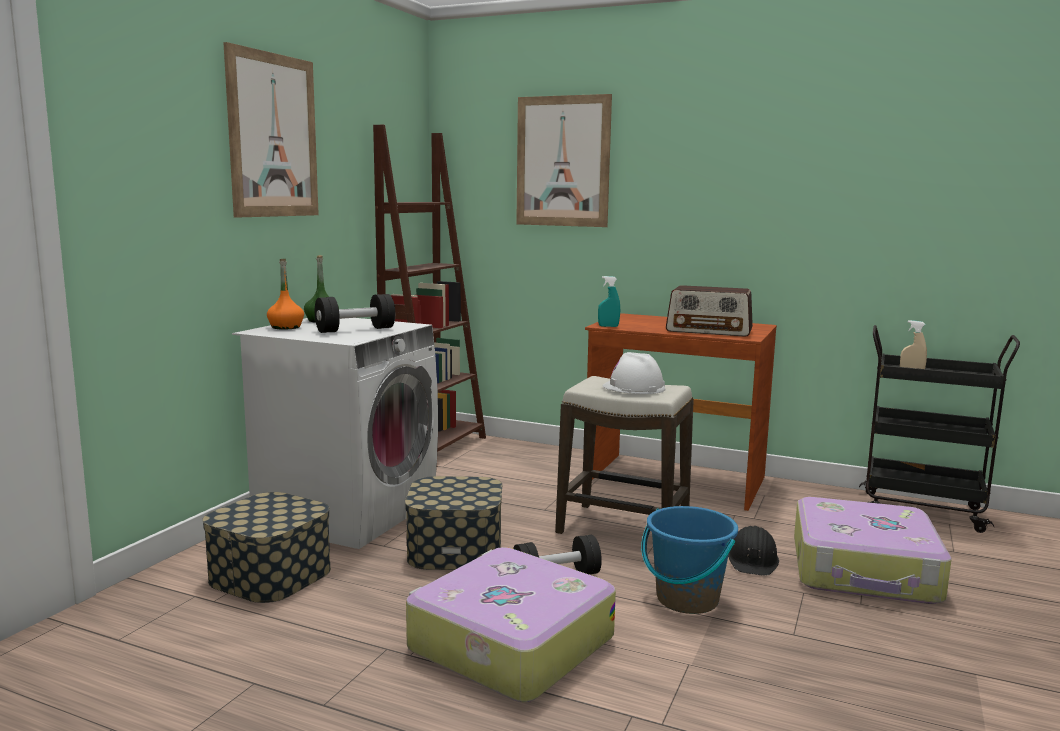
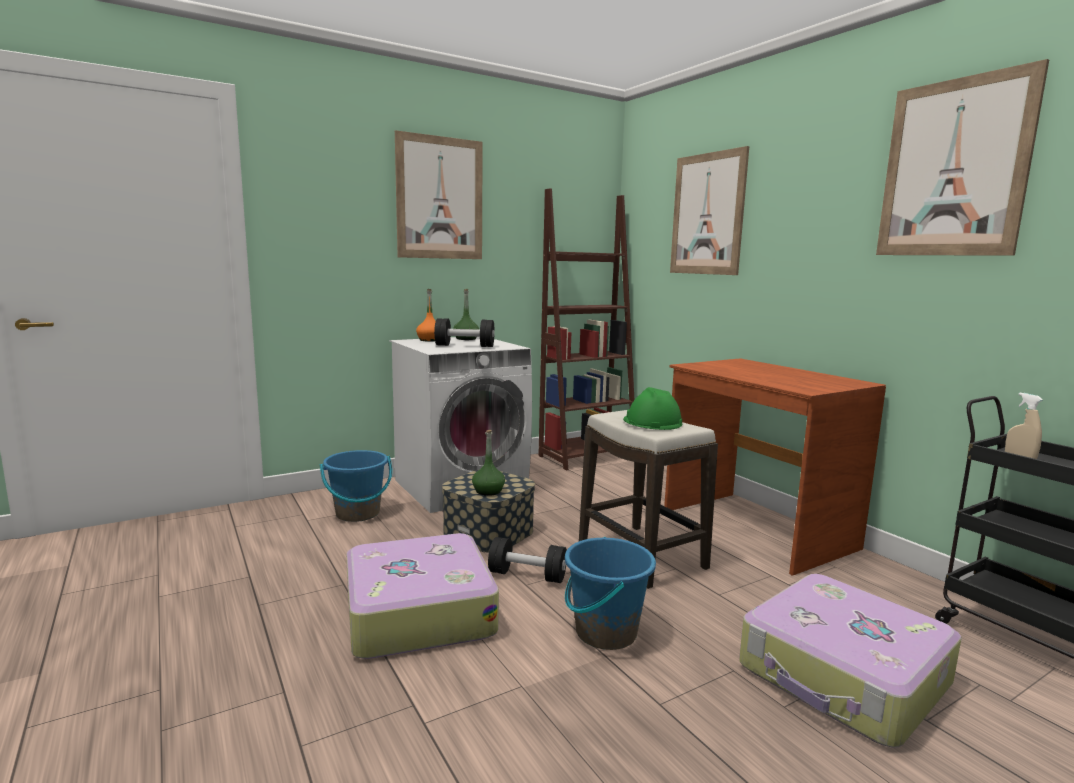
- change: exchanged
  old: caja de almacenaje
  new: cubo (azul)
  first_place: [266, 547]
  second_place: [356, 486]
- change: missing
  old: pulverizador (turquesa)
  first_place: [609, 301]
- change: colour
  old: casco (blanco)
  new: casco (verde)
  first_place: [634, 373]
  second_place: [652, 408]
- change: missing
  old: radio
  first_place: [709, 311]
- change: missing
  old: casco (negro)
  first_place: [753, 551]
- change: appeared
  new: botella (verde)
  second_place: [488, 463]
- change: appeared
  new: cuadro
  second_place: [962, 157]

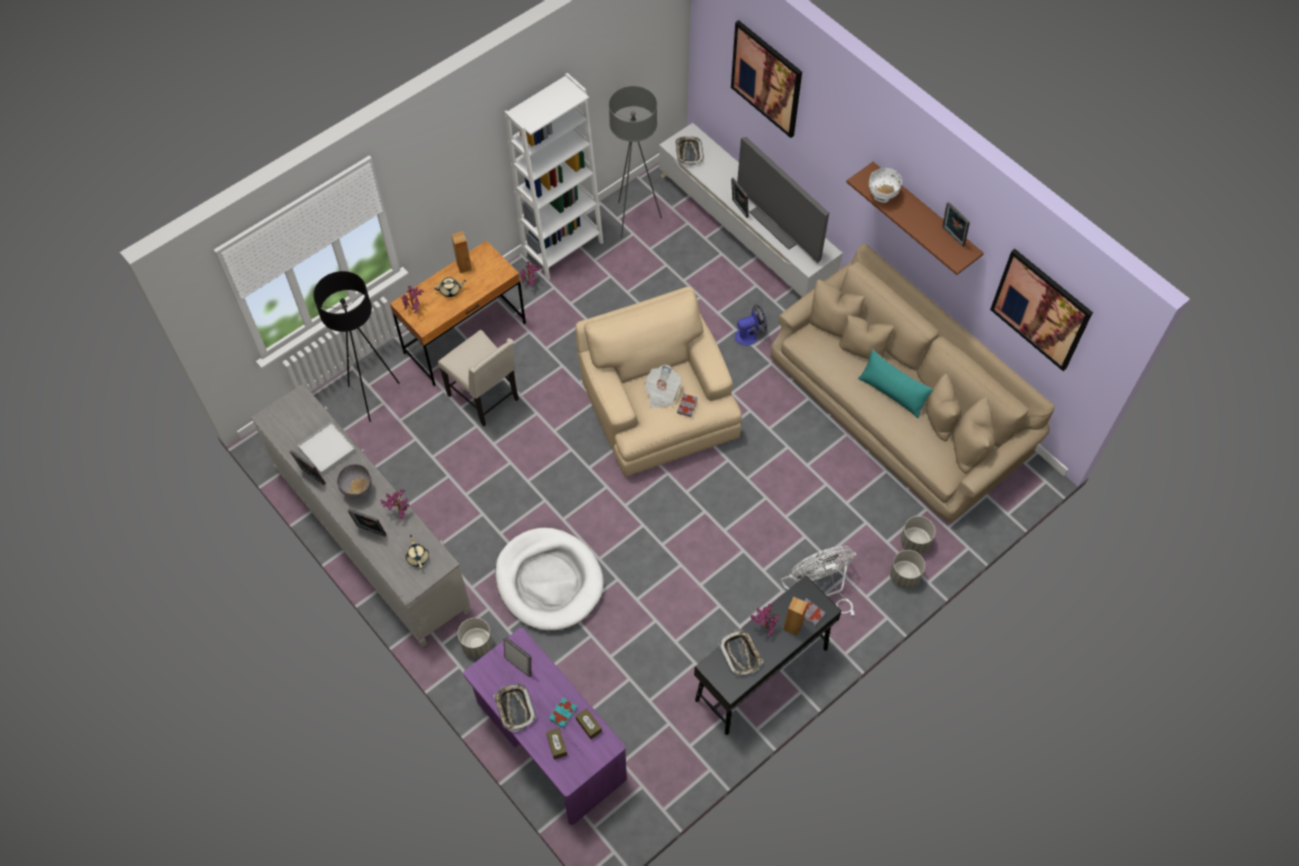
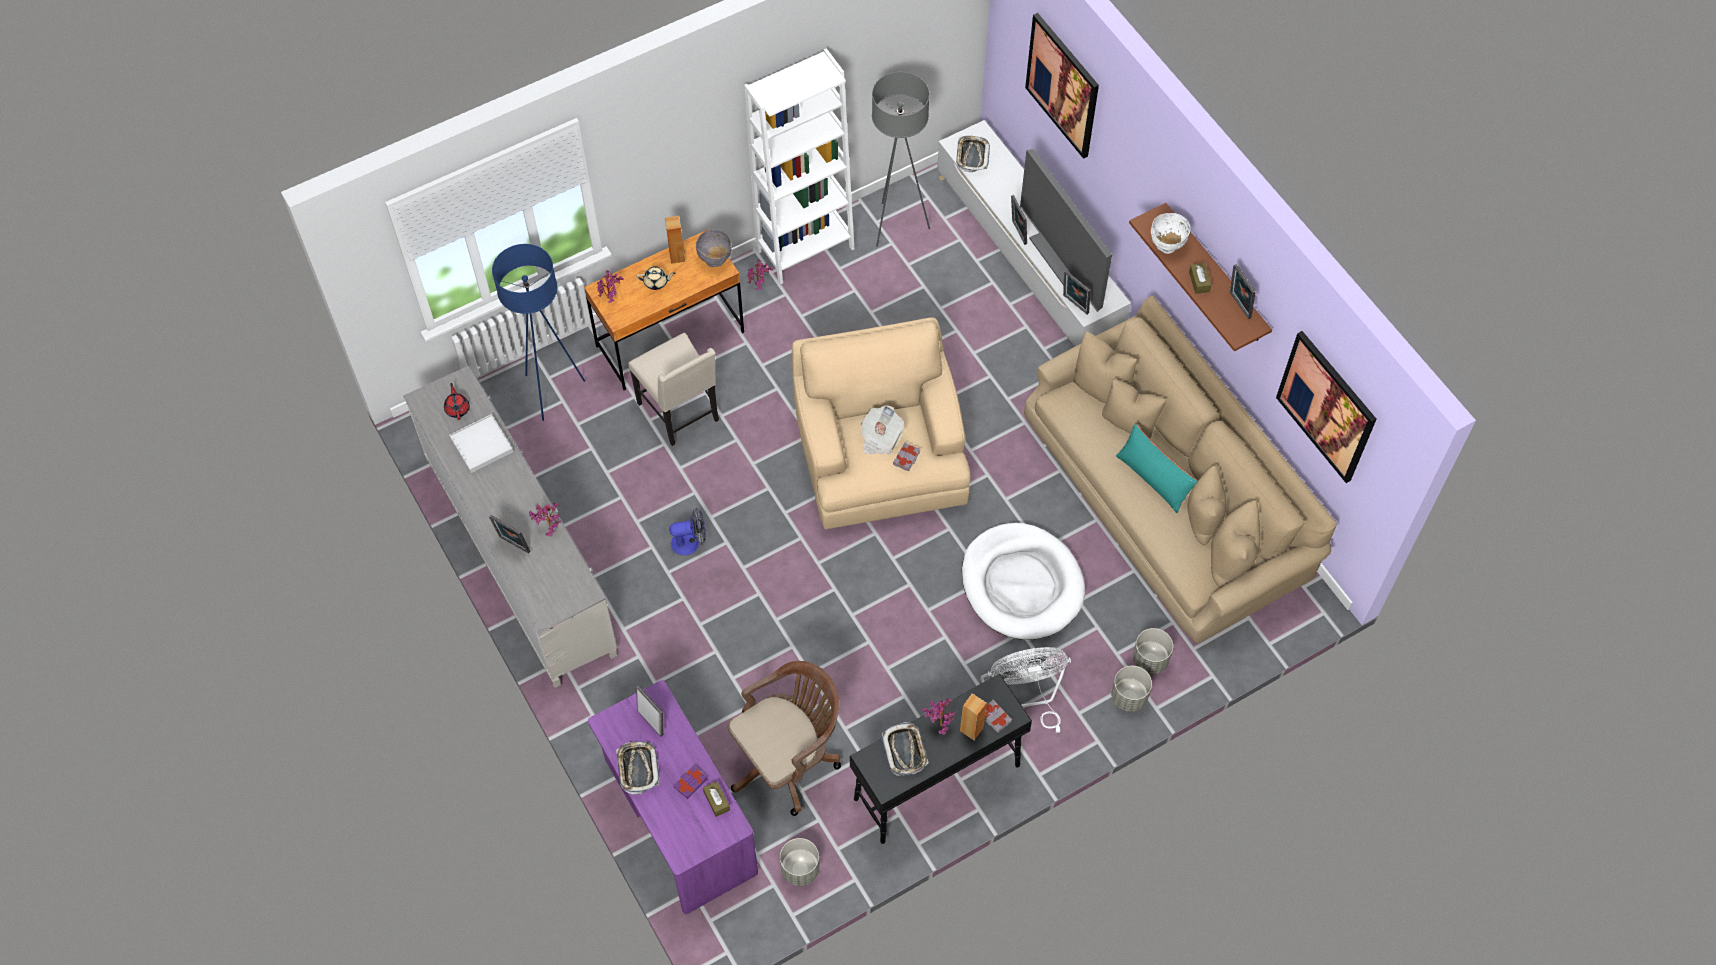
- change: relocated
  old: portarretratos
  first_place: [308, 467]
  second_place: [1076, 292]
- change: colour
  old: lámpara de pie (negro)
  new: lámpara de pie (azul)
  first_place: [356, 346]
  second_place: [538, 332]
- change: relocated
  old: cuenco (gris)
  first_place: [354, 481]
  second_place: [714, 248]
- change: missing
  old: tetera (beis)
  first_place: [417, 552]
- change: relocated
  old: maceta (gris)
  first_place: [475, 637]
  second_place: [800, 862]
- change: relocated
  old: cama para perro (blanco)
  first_place: [549, 579]
  second_place: [1023, 581]
- change: relocated
  old: caja de pañuelos (marrón)
  first_place: [556, 743]
  second_place: [1200, 278]
- change: colour
  old: libro (turquesa)
  new: libro (morado)
  first_place: [563, 713]
  second_place: [690, 782]
- change: relocated
  old: ventilador
  first_place: [751, 325]
  second_place: [687, 531]
- change: appeared
  new: tetera (rojo)
  second_place: [457, 401]
- change: appeared
  new: silla de oficina (marrón)
  second_place: [784, 738]

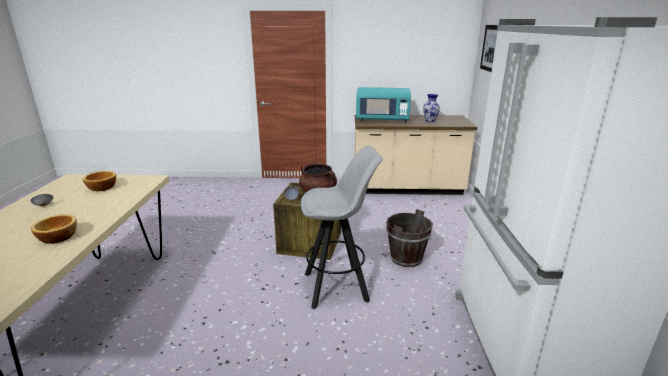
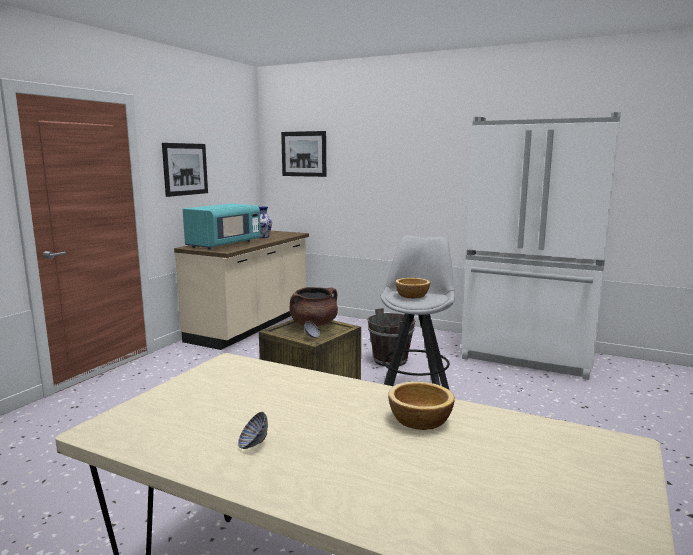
- change: relocated
  old: cuenco
  first_place: [99, 181]
  second_place: [412, 288]
- change: appeared
  new: cuadro
  second_place: [185, 170]

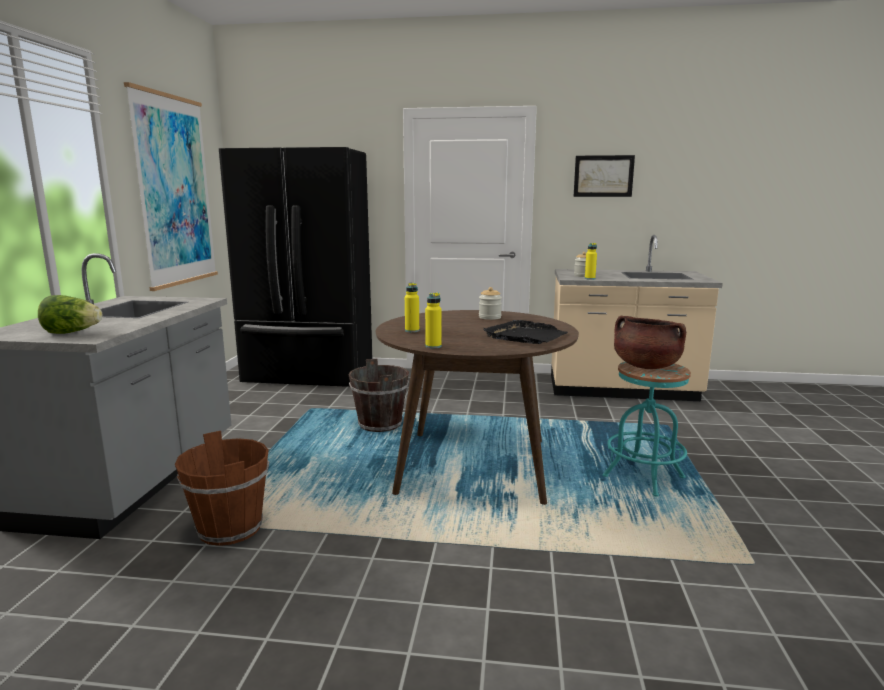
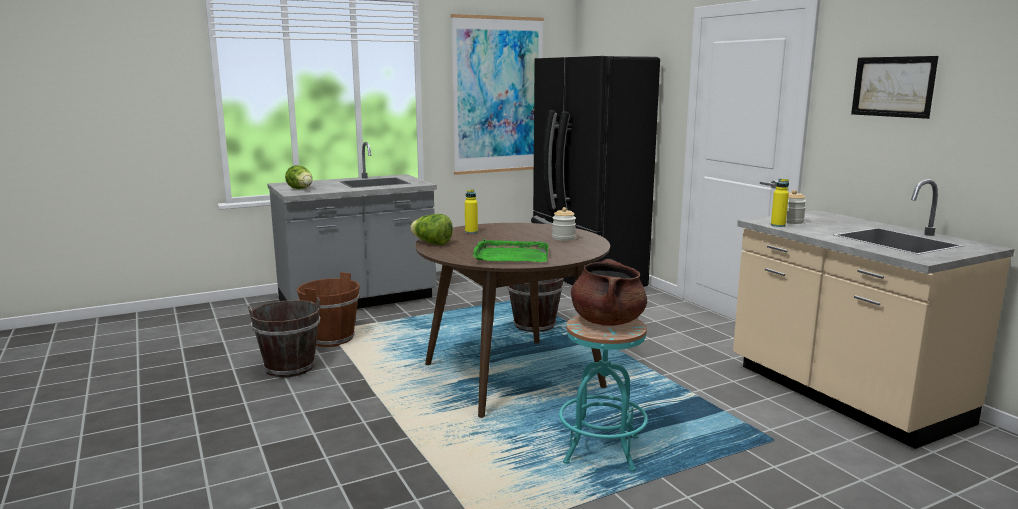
- change: exchanged
  old: botella (amarillo)
  new: lechuga
  first_place: [433, 320]
  second_place: [431, 229]
- change: colour
  old: bandeja (negro)
  new: bandeja (verde)
  first_place: [525, 332]
  second_place: [510, 250]
- change: appeared
  new: cubo (marrón)
  second_place: [284, 337]

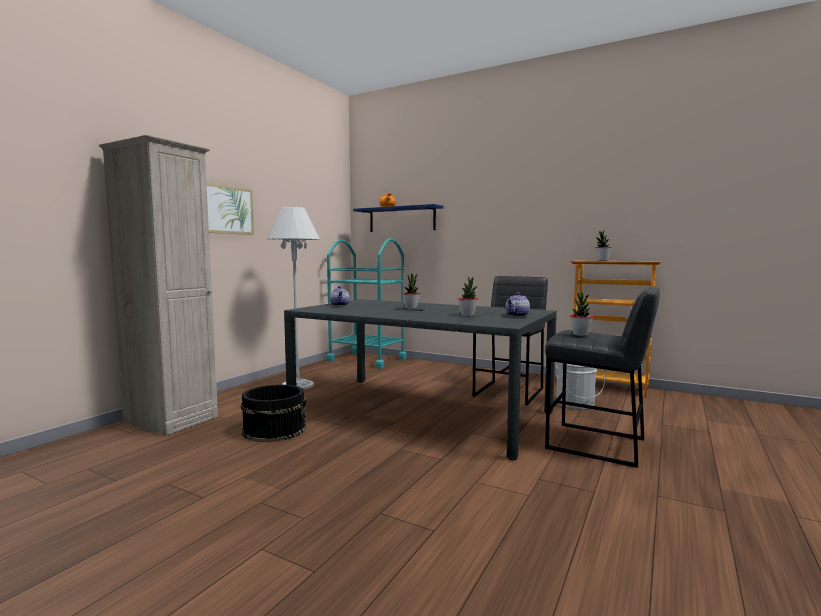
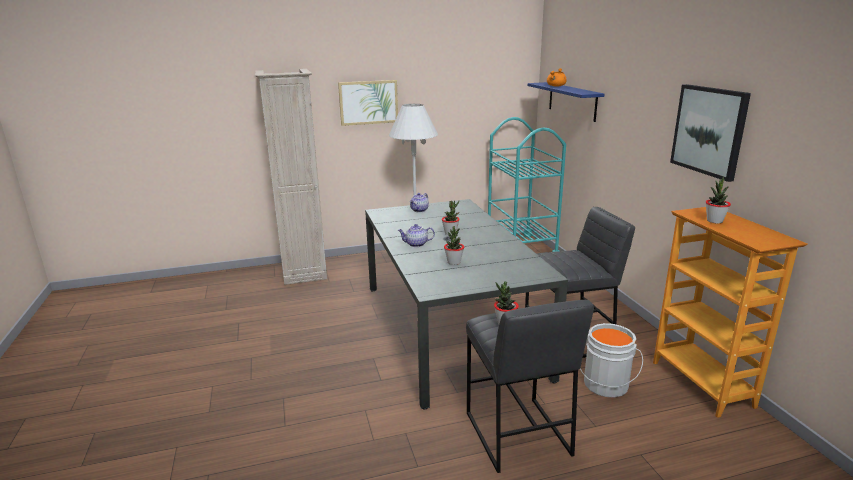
- change: missing
  old: cubo (negro)
  first_place: [273, 413]
- change: relocated
  old: tetera
  first_place: [518, 304]
  second_place: [416, 235]
- change: appeared
  new: cuadro
  second_place: [710, 133]

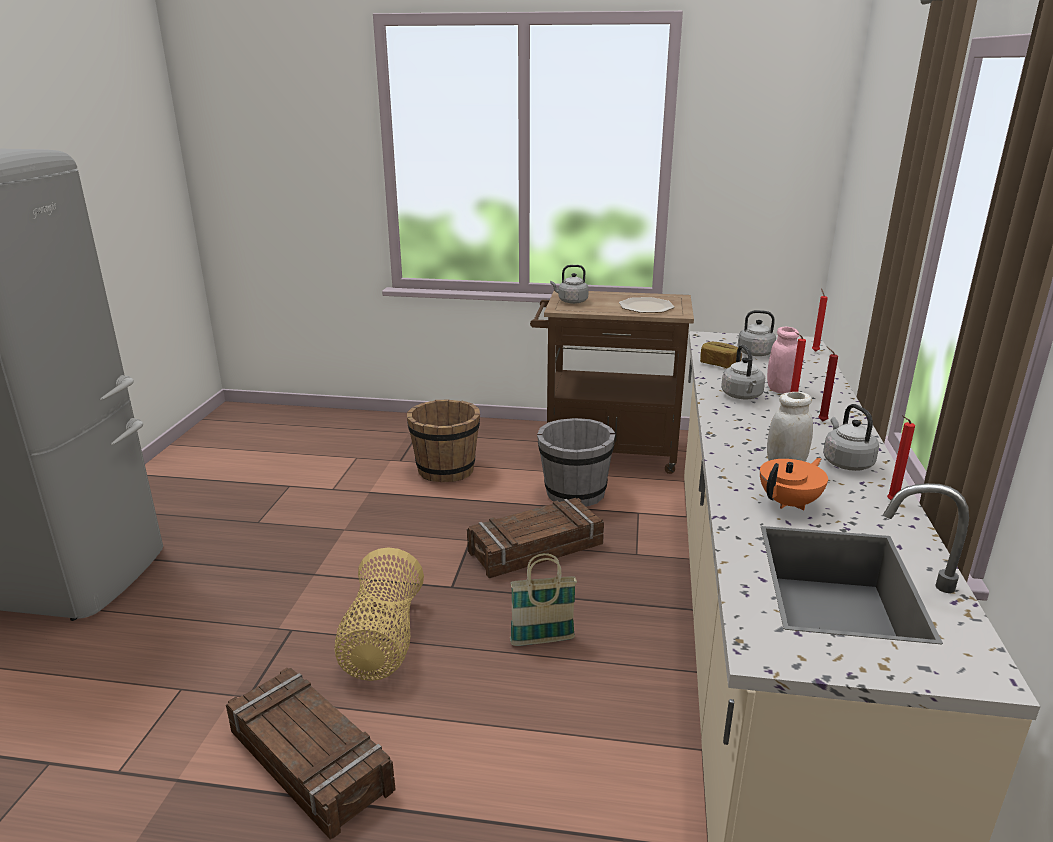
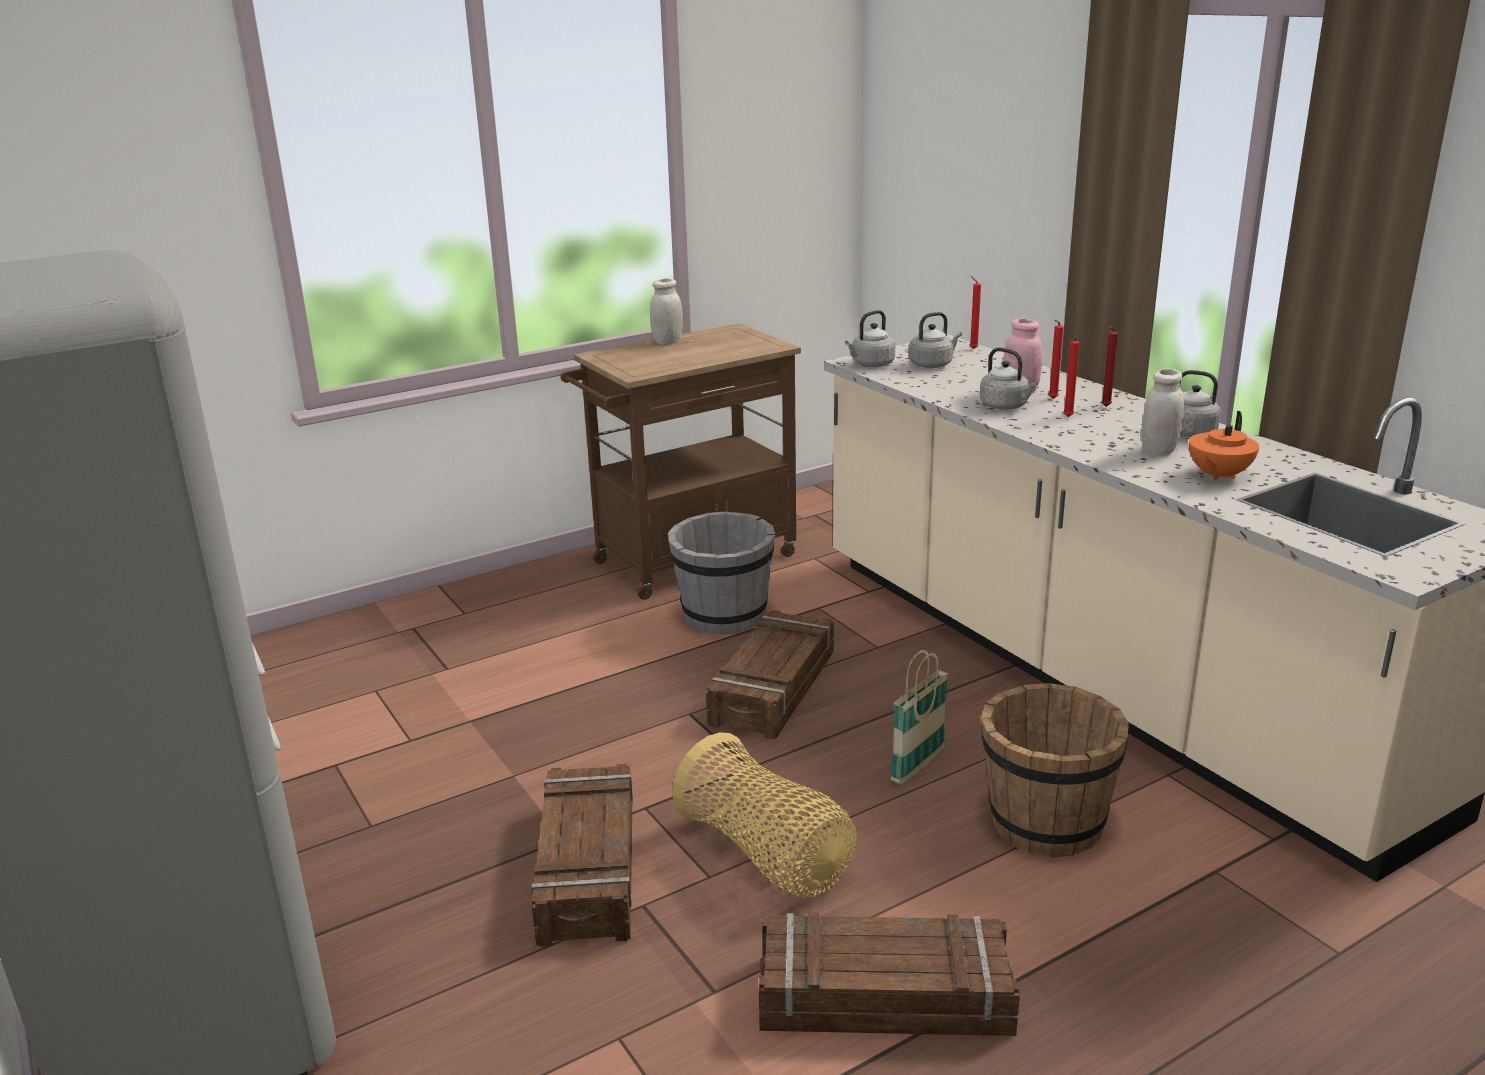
- change: relocated
  old: cubo (marrón)
  first_place: [443, 440]
  second_place: [1055, 770]
- change: relocated
  old: hervidor (gris)
  first_place: [569, 284]
  second_place: [870, 338]
- change: missing
  old: plato
  first_place: [646, 305]
- change: missing
  old: pan
  first_place: [721, 355]
- change: spun
  old: tetera (naranja)
  first_place: [794, 484]
  second_place: [1224, 446]
  degrees: -150
- change: relocated
  old: vela (rojo)
  first_place: [901, 458]
  second_place: [1071, 376]
- change: appeared
  new: caja de embalaje
  second_place: [582, 855]
- change: appeared
  new: tarro (blanco)
  second_place: [666, 311]

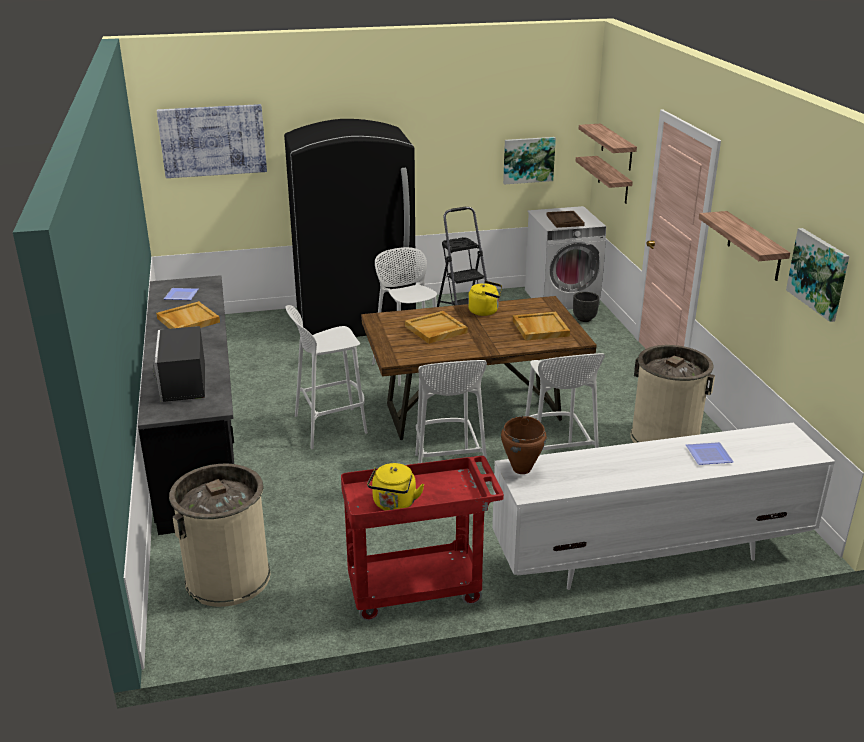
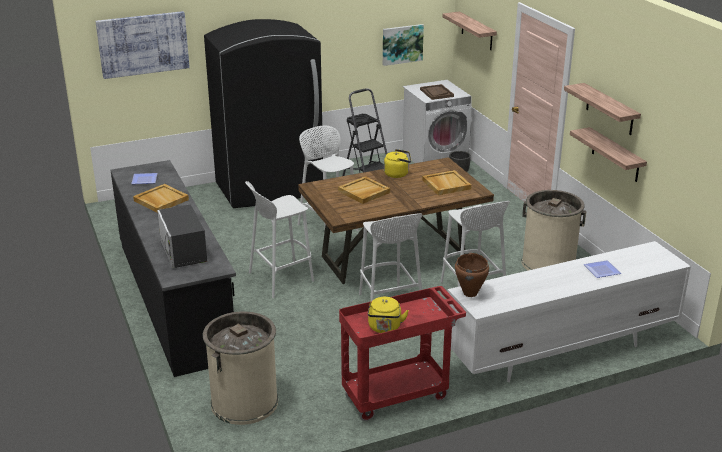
- change: relocated
  old: estante
  first_place: [604, 180]
  second_place: [608, 154]
- change: missing
  old: cuadro
  first_place: [817, 275]

